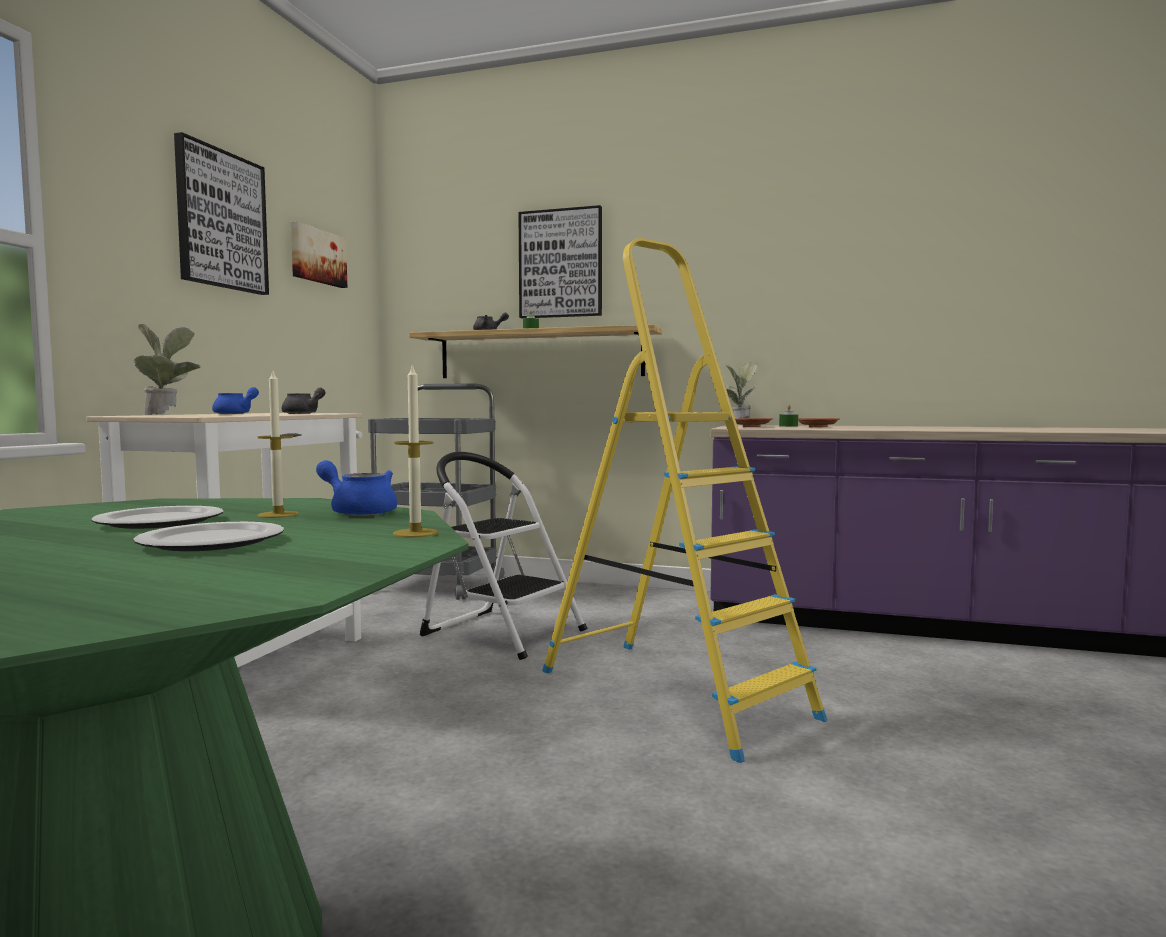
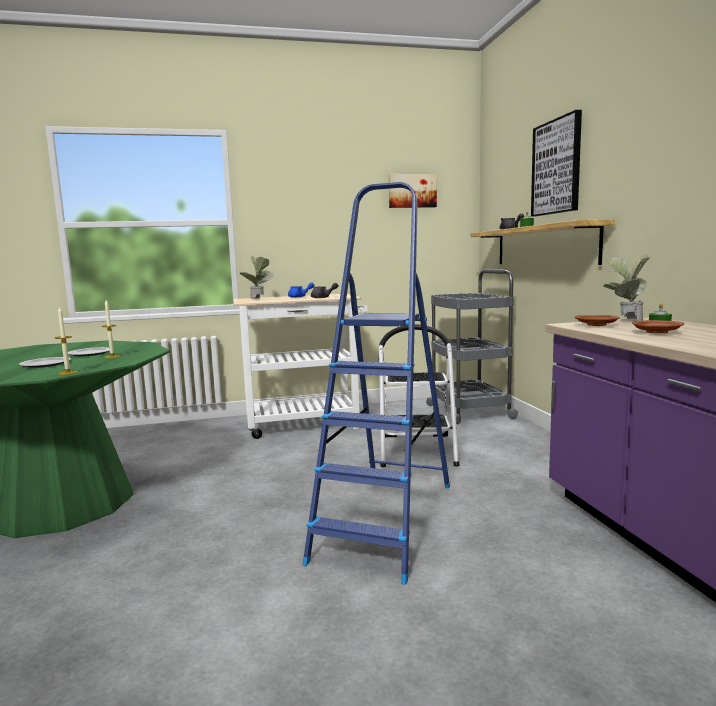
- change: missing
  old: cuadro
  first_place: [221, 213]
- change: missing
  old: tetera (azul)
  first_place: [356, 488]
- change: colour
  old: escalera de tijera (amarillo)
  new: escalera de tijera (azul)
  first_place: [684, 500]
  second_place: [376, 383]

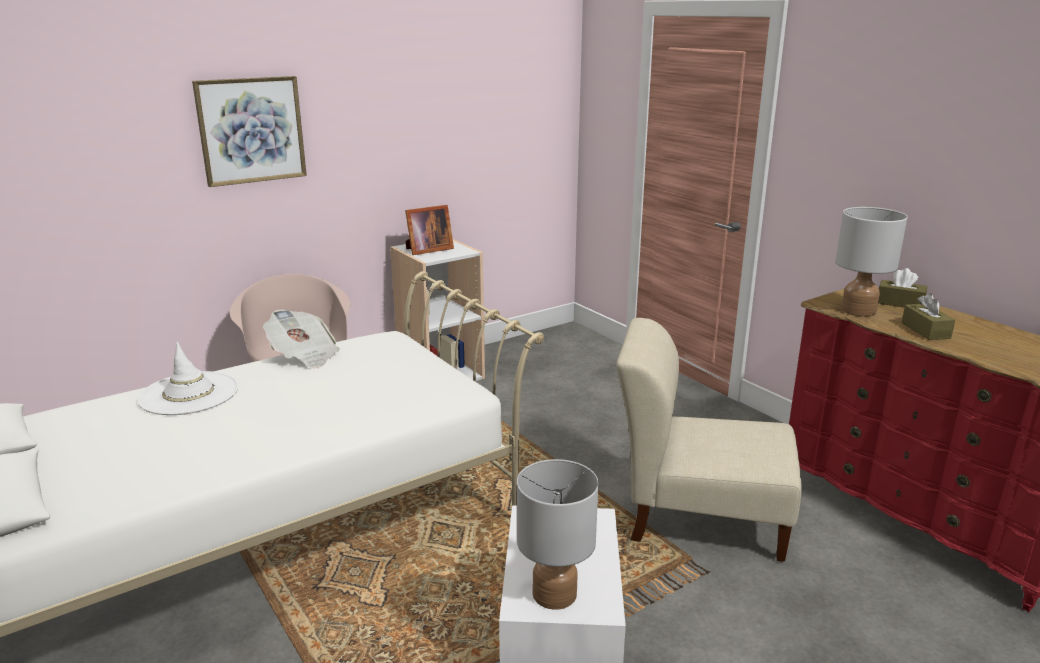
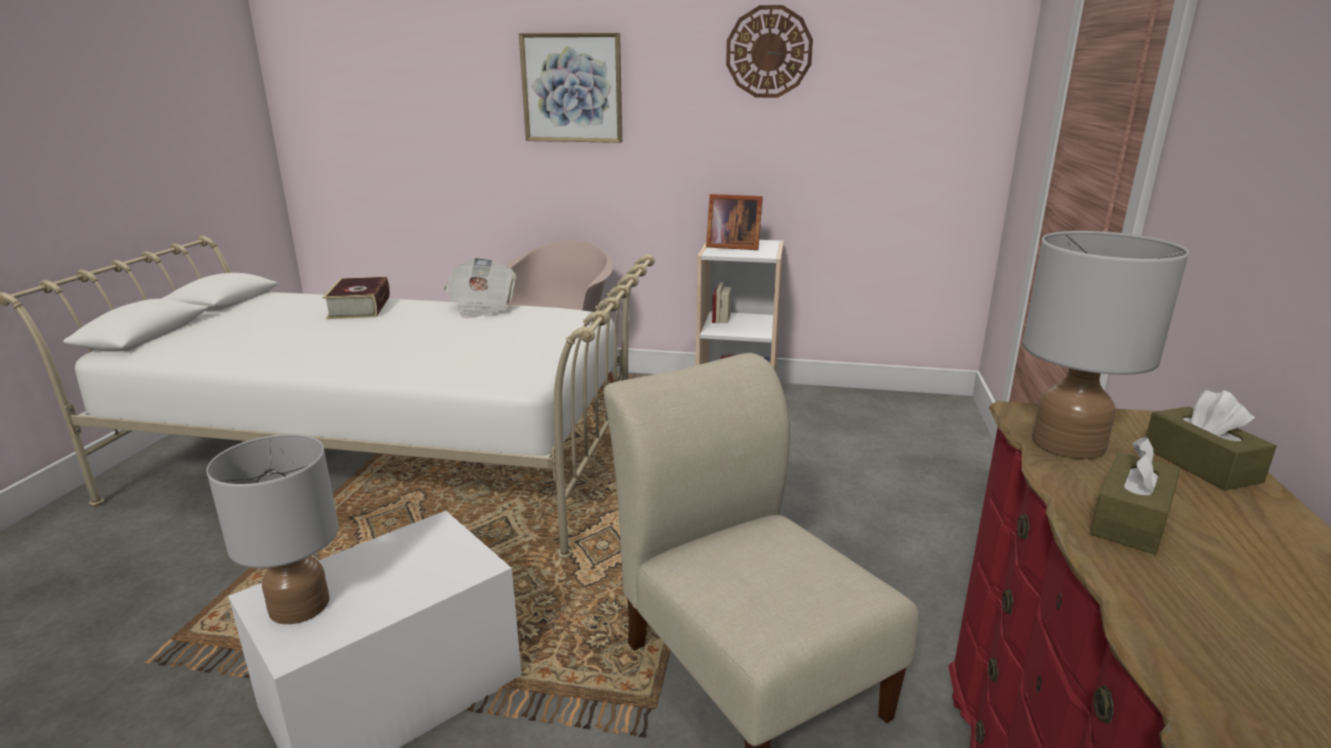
- change: exchanged
  old: sombrero (blanco)
  new: libro
  first_place: [188, 378]
  second_place: [356, 297]
- change: appeared
  new: reloj de pared
  second_place: [769, 51]

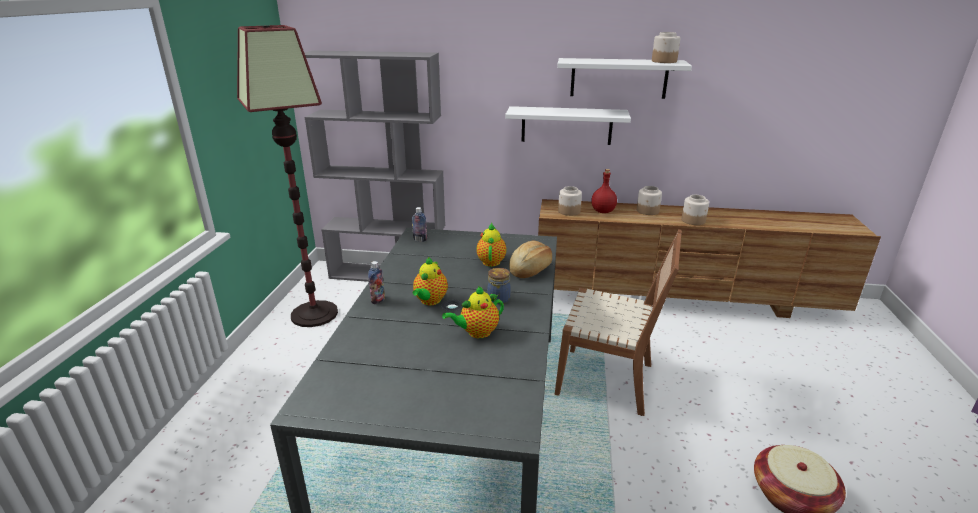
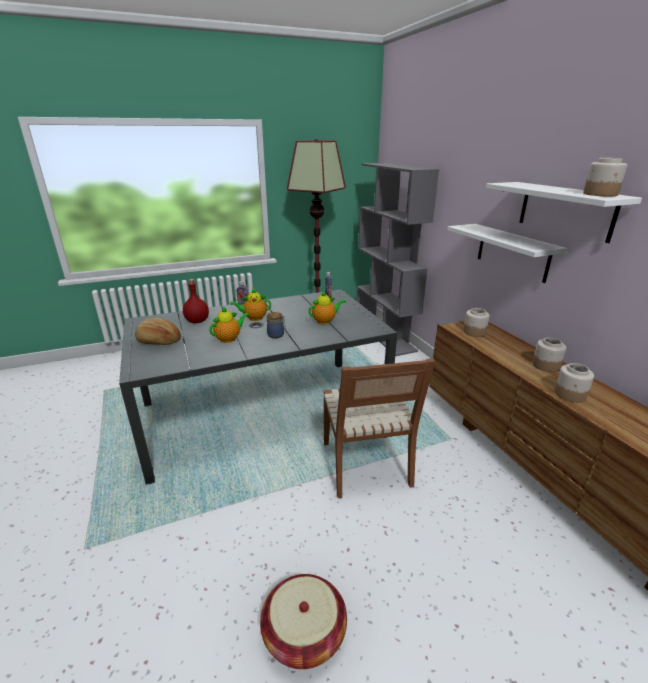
- change: spun
  old: tetera
  first_place: [473, 312]
  second_place: [229, 324]
  degrees: 105
- change: relocated
  old: pan
  first_place: [530, 259]
  second_place: [158, 331]
- change: relocated
  old: botella (rojo)
  first_place: [604, 191]
  second_place: [196, 301]

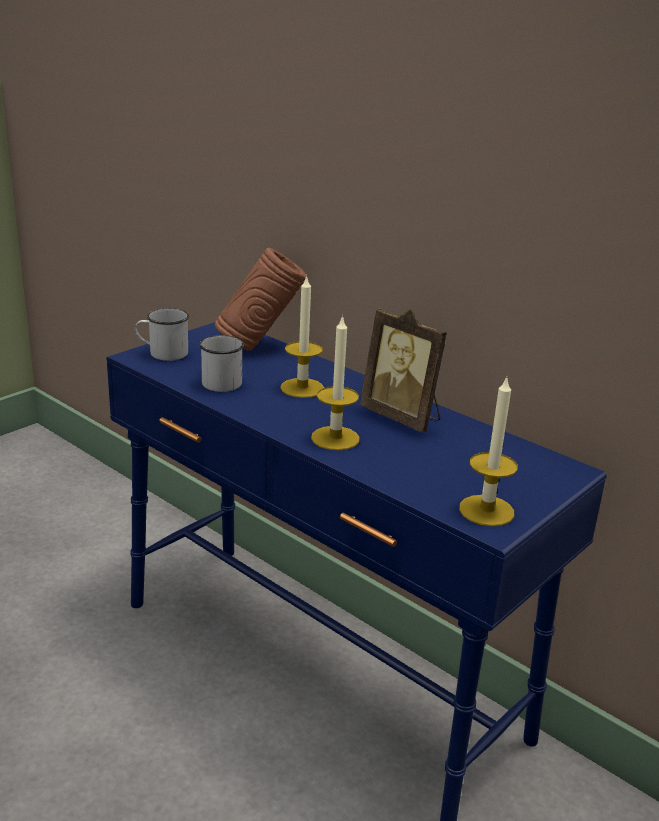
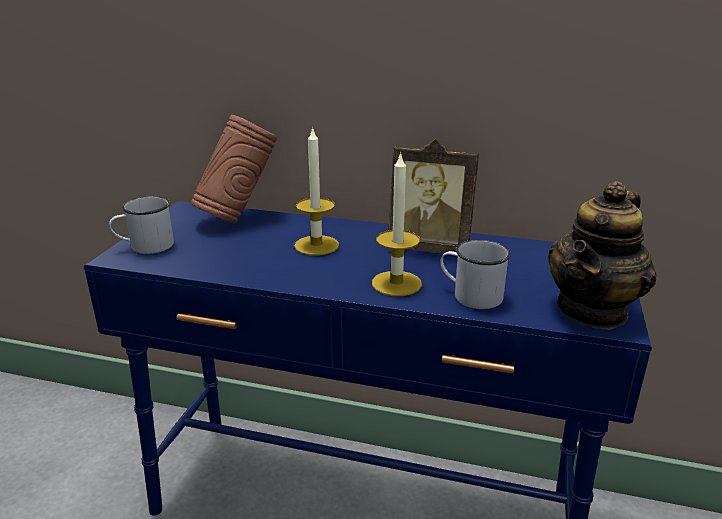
- change: relocated
  old: taza grande (blanco)
  first_place: [221, 363]
  second_place: [475, 274]
- change: exchanged
  old: vela
  new: tetera
  first_place: [488, 451]
  second_place: [602, 255]

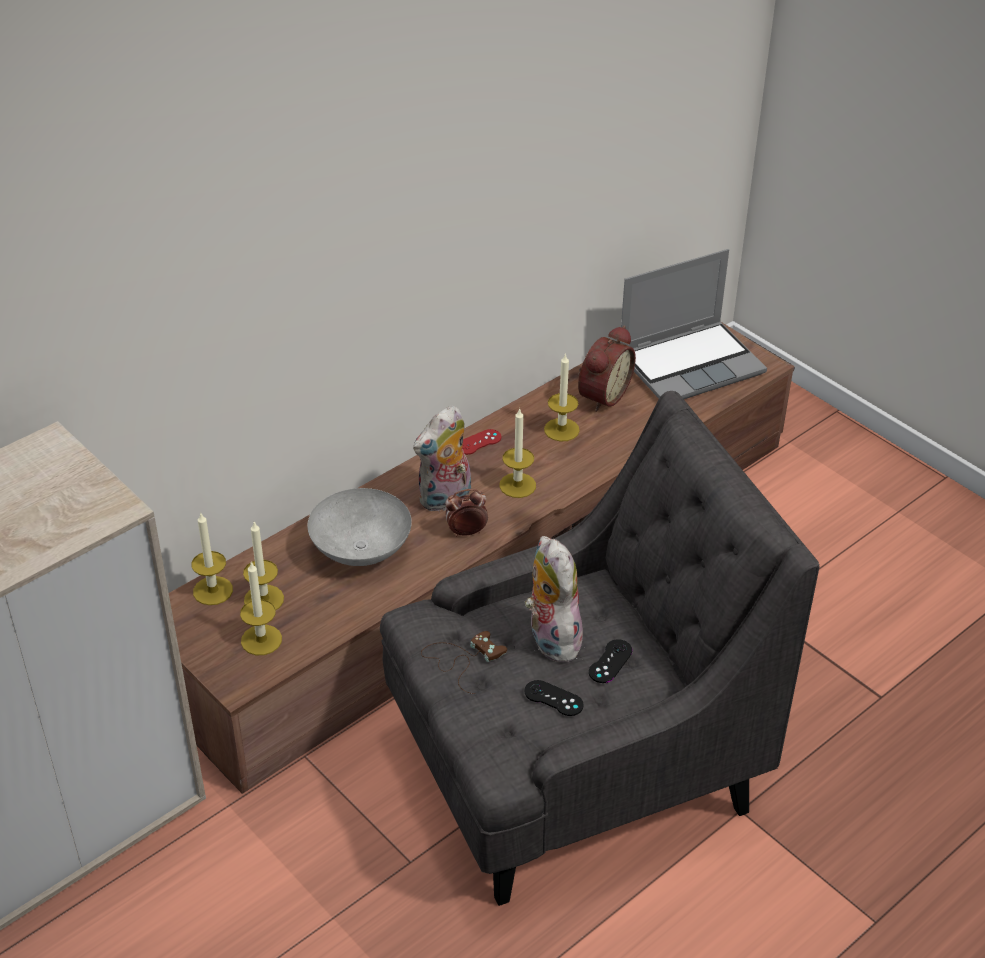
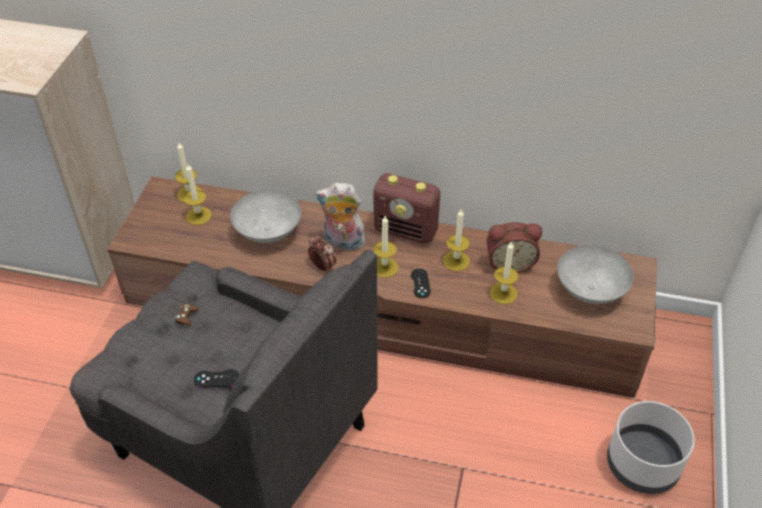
- change: relocated
  old: vela
  first_place: [261, 608]
  second_place: [504, 272]
- change: exchanged
  old: mando de consola (rojo)
  new: radio
  first_place: [481, 442]
  second_place: [406, 208]
- change: relocated
  old: mando de consola (negro)
  first_place: [554, 698]
  second_place: [421, 283]
- change: missing
  old: peluche
  first_place: [554, 599]
- change: exchanged
  old: portátil
  new: cuenco (gris)
  first_place: [693, 324]
  second_place: [595, 274]
- change: appeared
  new: maceta (gris)
  second_place: [651, 447]

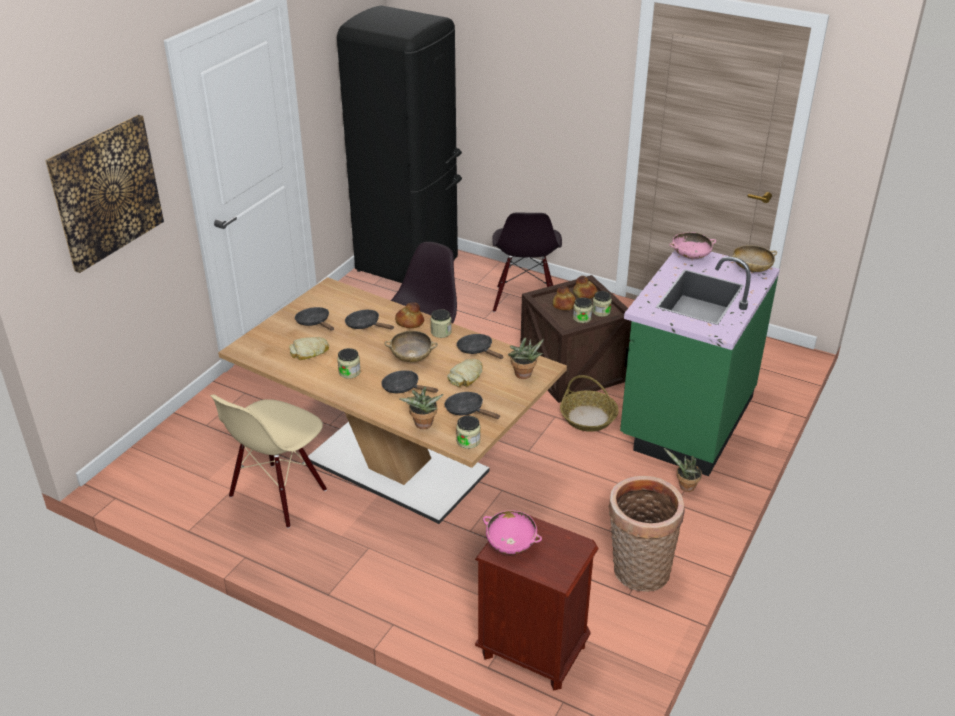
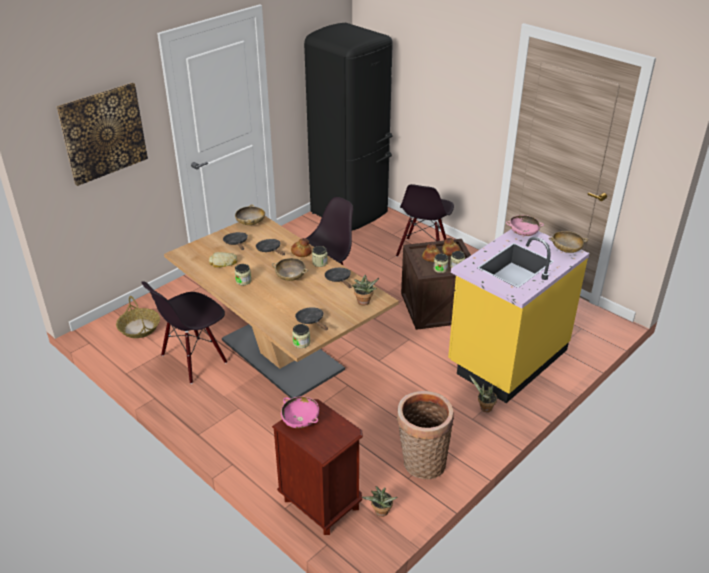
- change: colour
  old: silla (beis)
  new: silla (negro)
  first_place: [268, 461]
  second_place: [184, 332]
- change: missing
  old: sartén (negro)
  first_place: [409, 381]
- change: relocated
  old: planta en maceta
  first_place: [422, 407]
  second_place: [379, 501]
- change: missing
  old: pan
  first_place: [464, 373]
- change: relocated
  old: cesta
  first_place: [589, 403]
  second_place: [138, 317]
- change: colour
  old: mueble bajo de cocina (verde)
  new: mueble bajo de cocina (amarillo)
  first_place: [700, 363]
  second_place: [518, 316]
- change: appeared
  new: cuenco (beis)
  second_place: [250, 215]

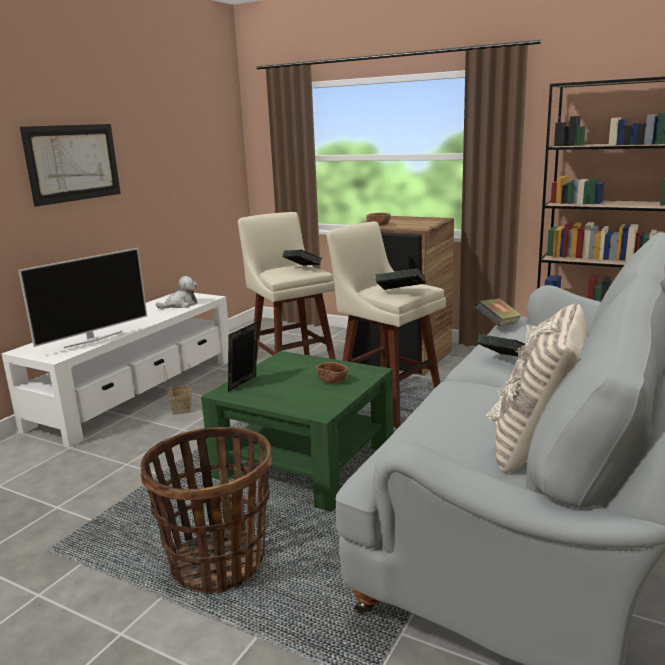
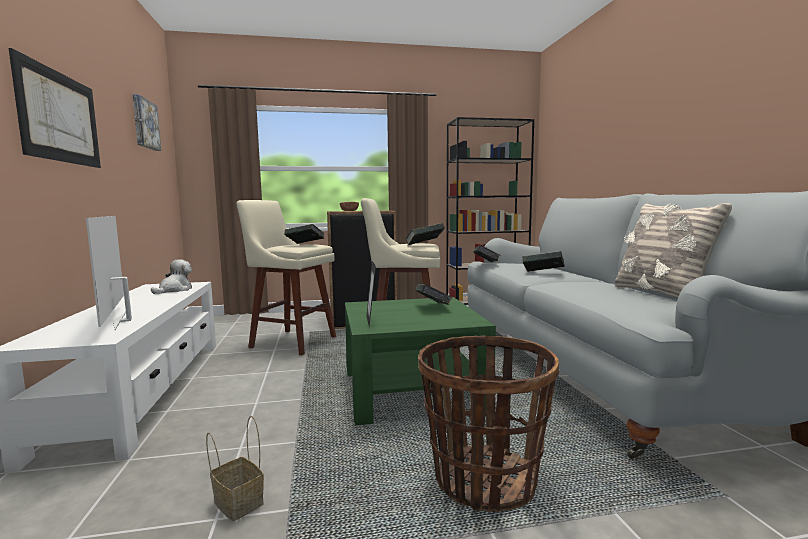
- change: spun
  old: televisor
  first_place: [82, 298]
  second_place: [109, 273]
  degrees: 150
- change: relocated
  old: cesta
  first_place: [177, 388]
  second_place: [235, 468]
- change: exchanged
  old: cuenco (marrón)
  new: libro
  first_place: [332, 373]
  second_place: [434, 294]
- change: appeared
  new: cuadro
  second_place: [146, 122]

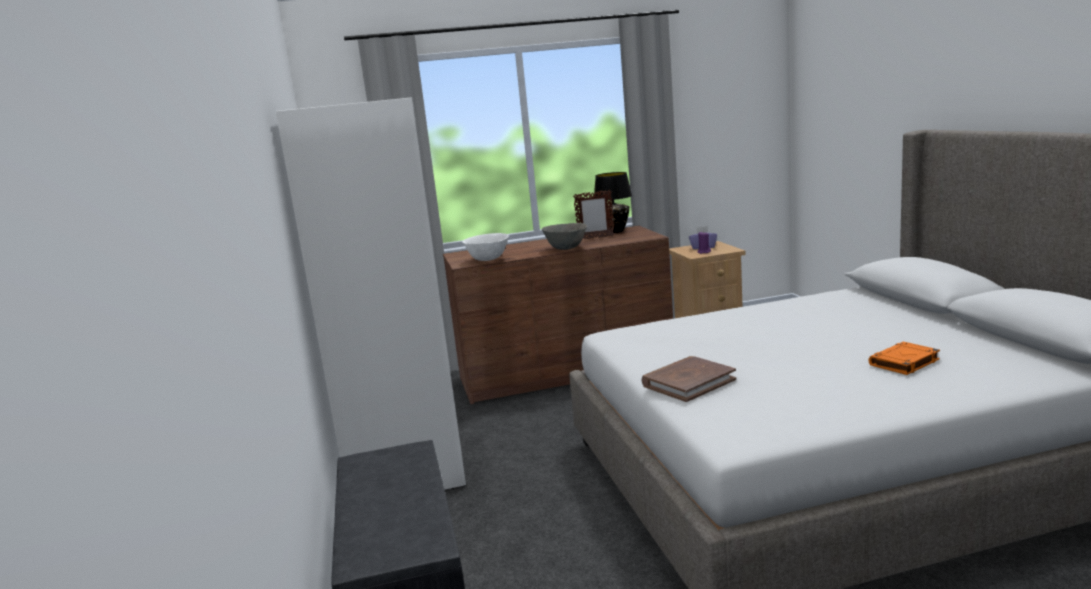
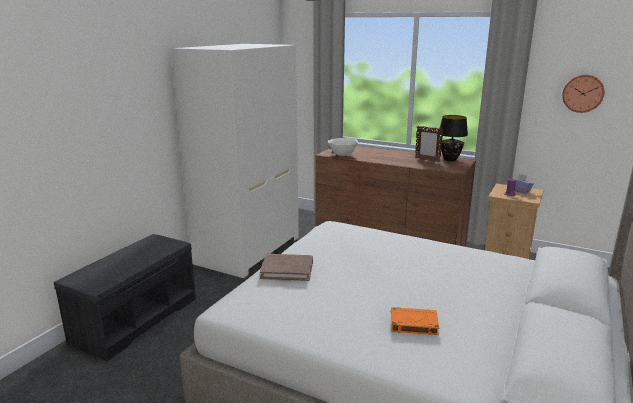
- change: missing
  old: cuenco (gris)
  first_place: [564, 236]
- change: appeared
  new: reloj de pared
  second_place: [583, 94]

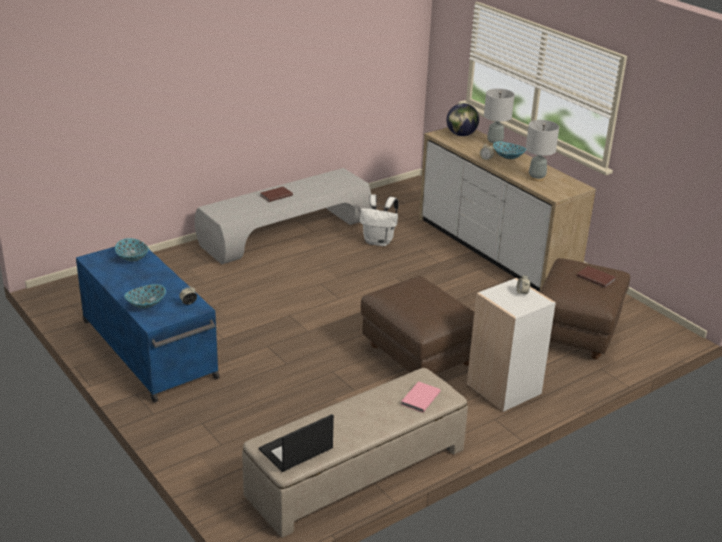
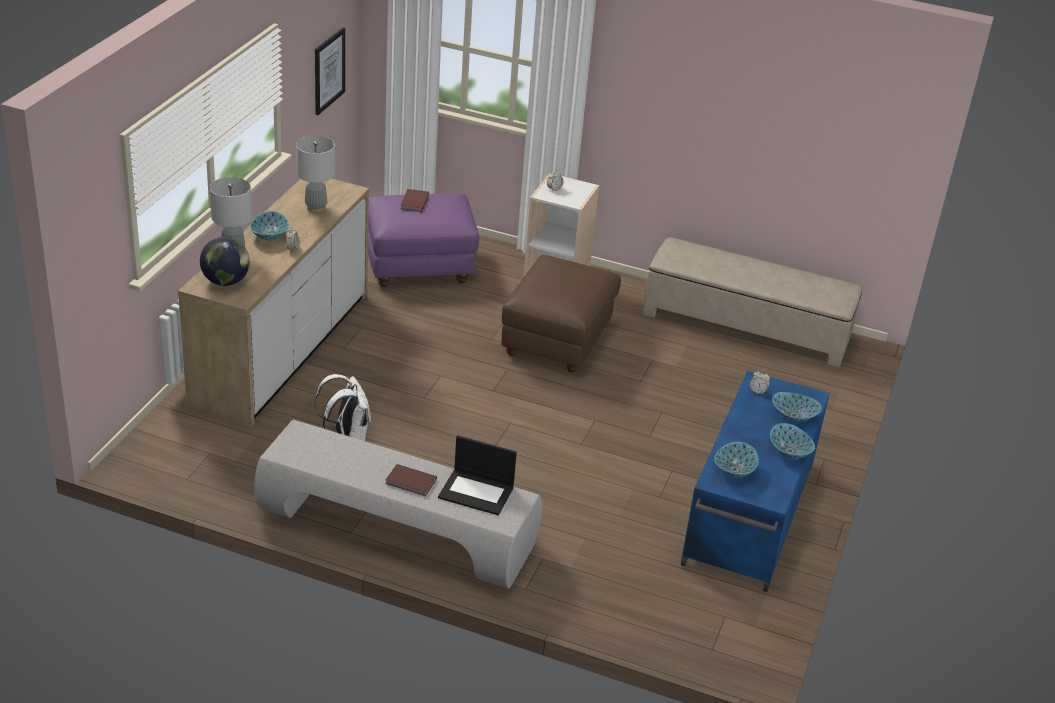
- change: relocated
  old: portátil
  first_place: [296, 443]
  second_place: [477, 475]
- change: missing
  old: libro (rosa)
  first_place: [421, 397]
- change: colour
  old: puf (marrón)
  new: puf (morado)
  first_place: [585, 308]
  second_place: [423, 240]
- change: appeared
  new: cuadro
  second_place: [330, 71]
- change: appeared
  new: cuenco
  second_place: [792, 441]

